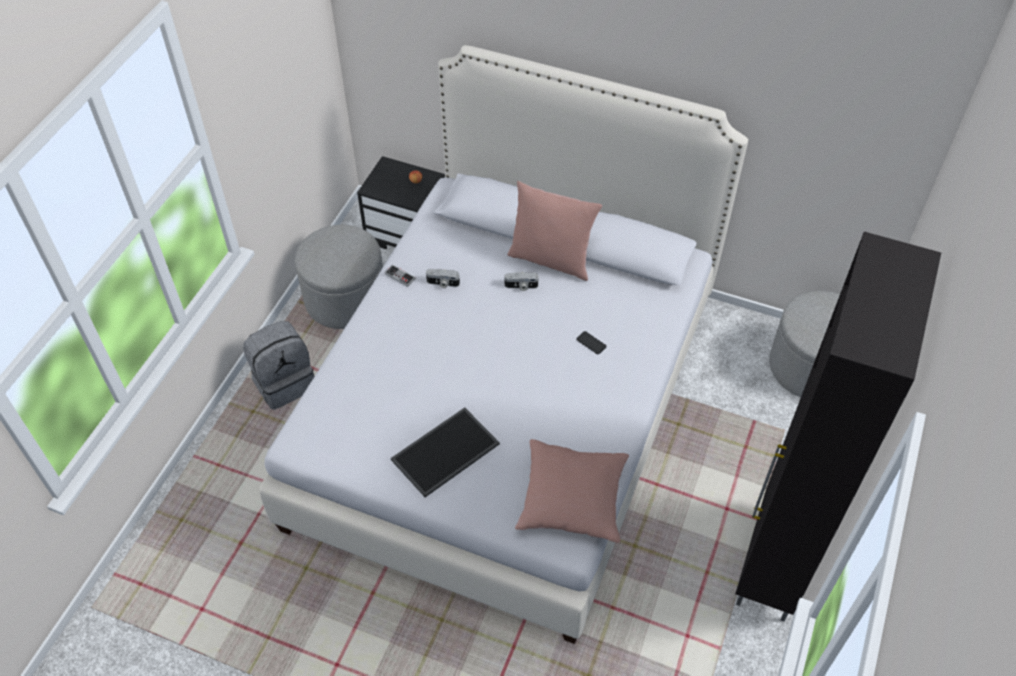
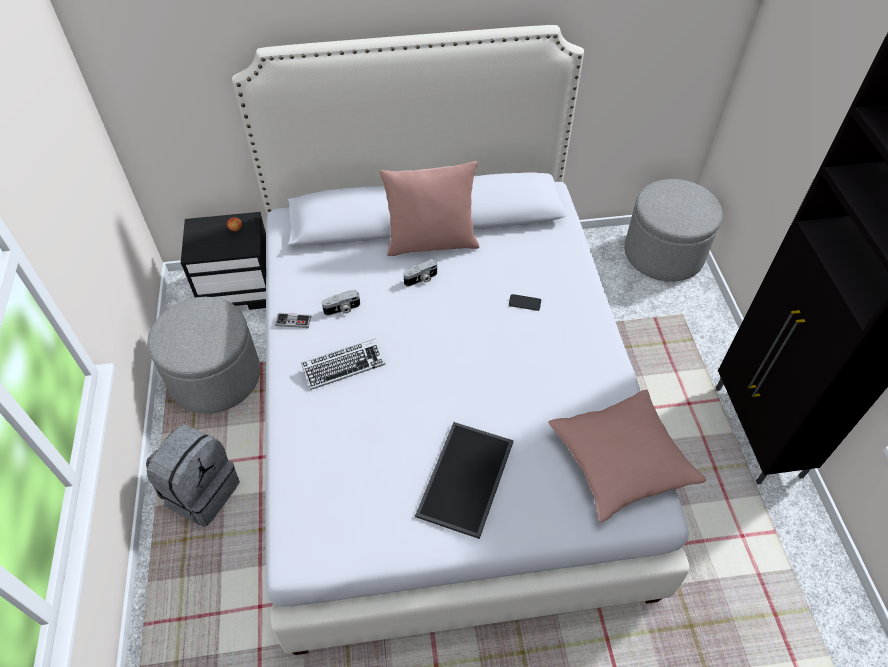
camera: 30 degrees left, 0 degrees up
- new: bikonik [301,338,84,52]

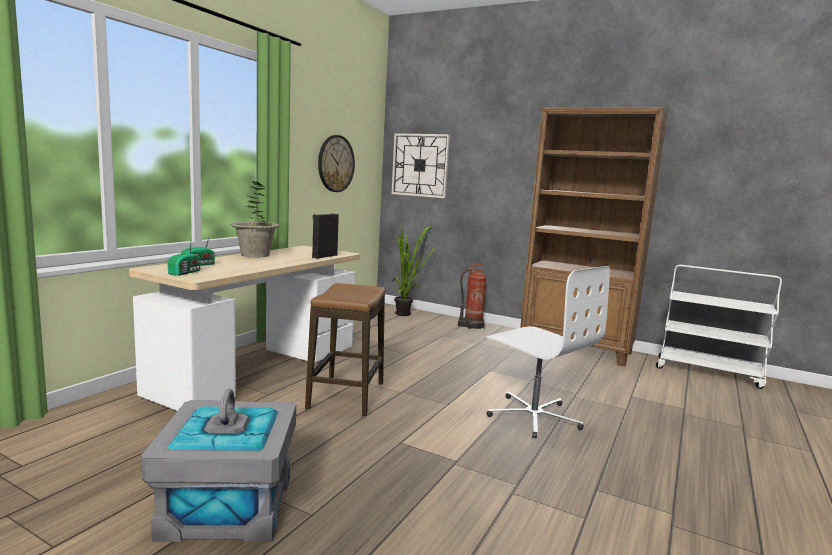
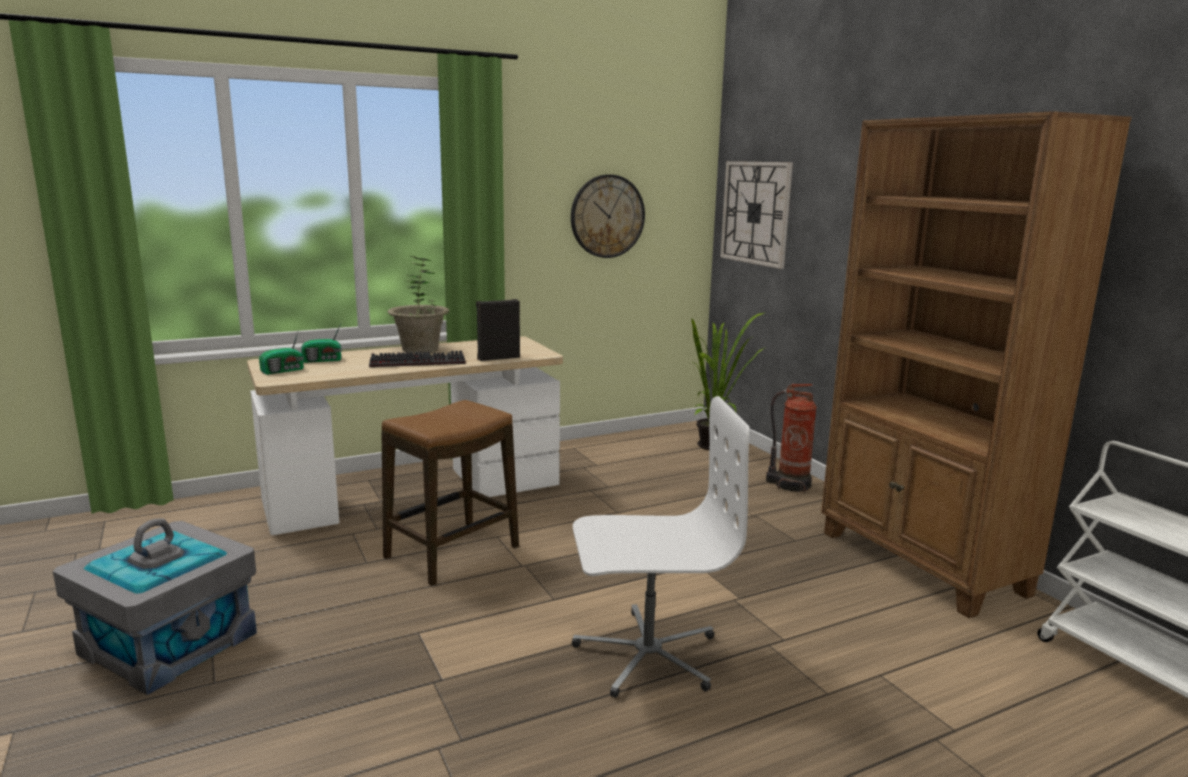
camera: 35 degrees right, 5 degrees up
- rotated: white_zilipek [486,266,124,173] = [572,396,177,302] 90 degrees counterclockwise
- new: bikonik [369,350,96,17]

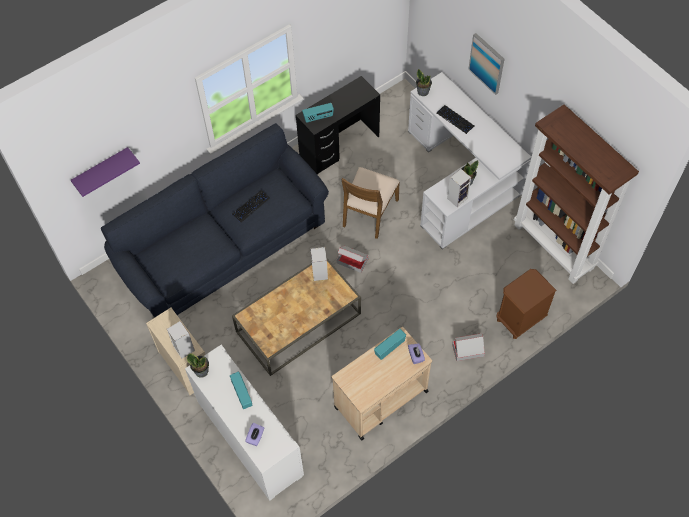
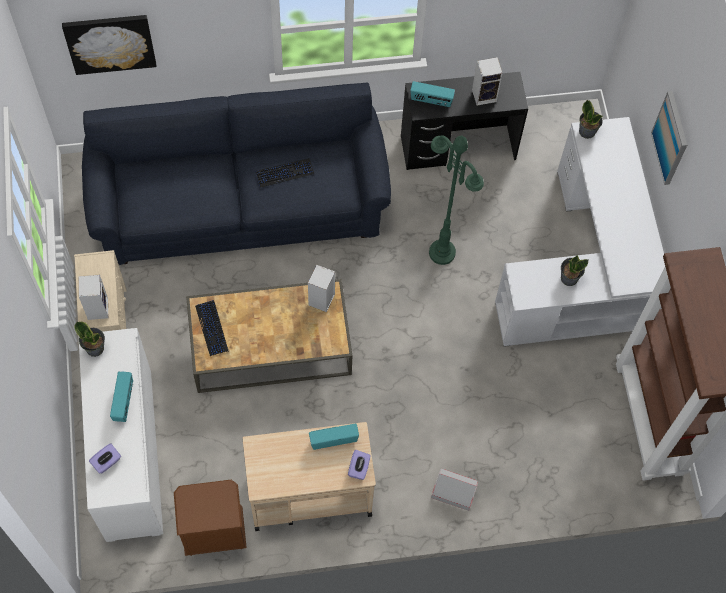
camera: 25 degrees right, 5 degrees up
- swapped: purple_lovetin [71,147,69,50] to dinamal [62,15,95,60]
- gone: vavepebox [337,246,32,27]
- swapped: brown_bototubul [342,167,58,72] to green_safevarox [429,135,55,130]
- shifted: bikonik [437,105,38,29] to [195,300,34,56]
- shifted: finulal [447,169,24,38] to [472,57,31,49]
- shifted: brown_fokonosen [497,269,60,70] to [174,480,73,76]

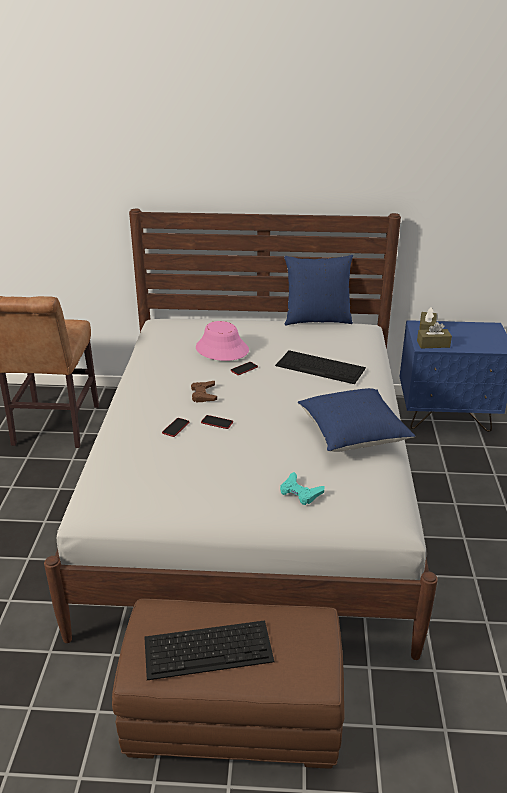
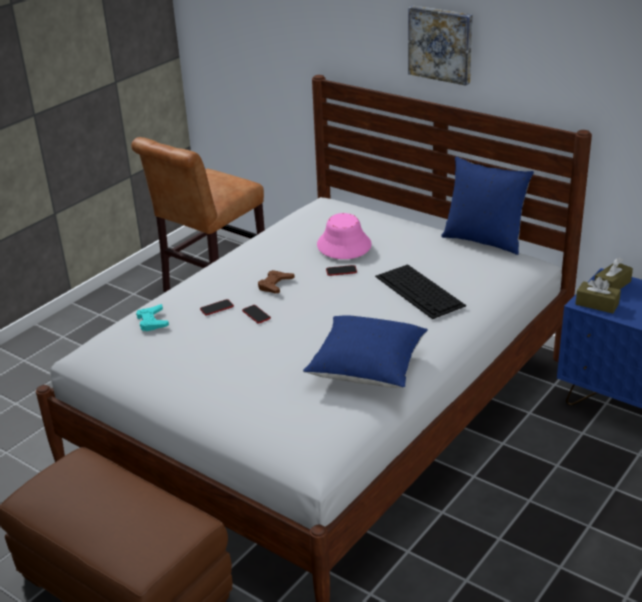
camera: 35 degrees right, 0 degrees up
- gone: bikonik [144,620,130,60]
- shifted: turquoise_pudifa [280,472,44,33] to [136,304,33,27]
- new: dinamal [408,6,65,80]

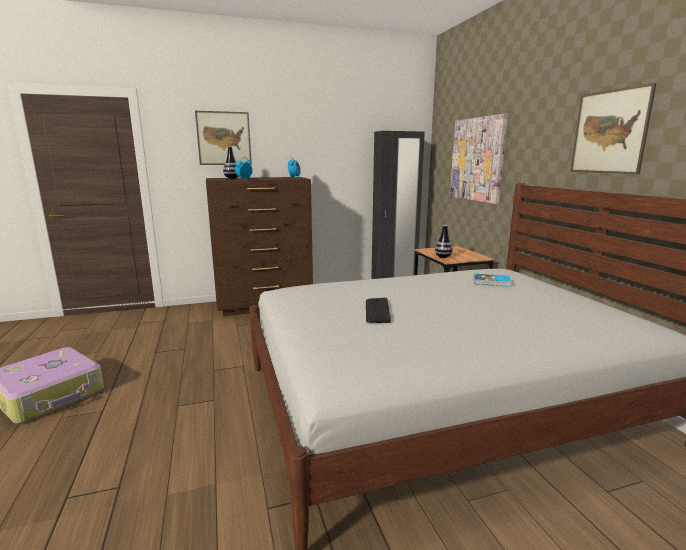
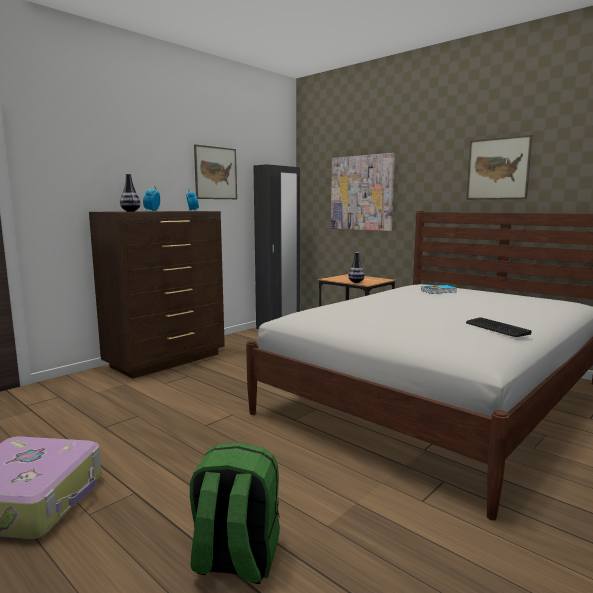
camera: 30 degrees left, 5 degrees down
- shifted: dinamal [195,111,57,54] to [194,144,43,55]
- shifted: bikonik [366,298,25,25] to [466,317,65,20]
- new: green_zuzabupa [190,442,90,142]

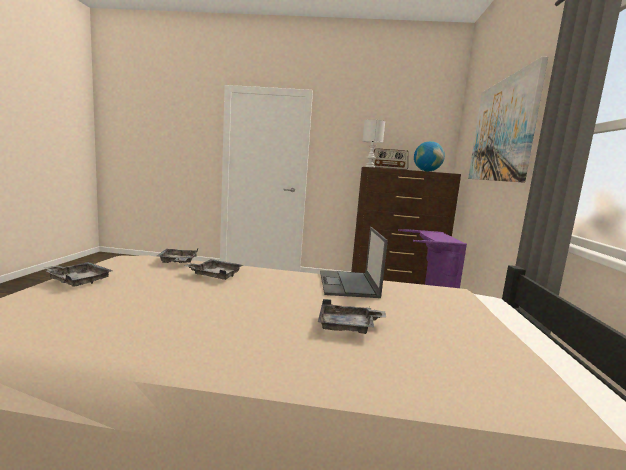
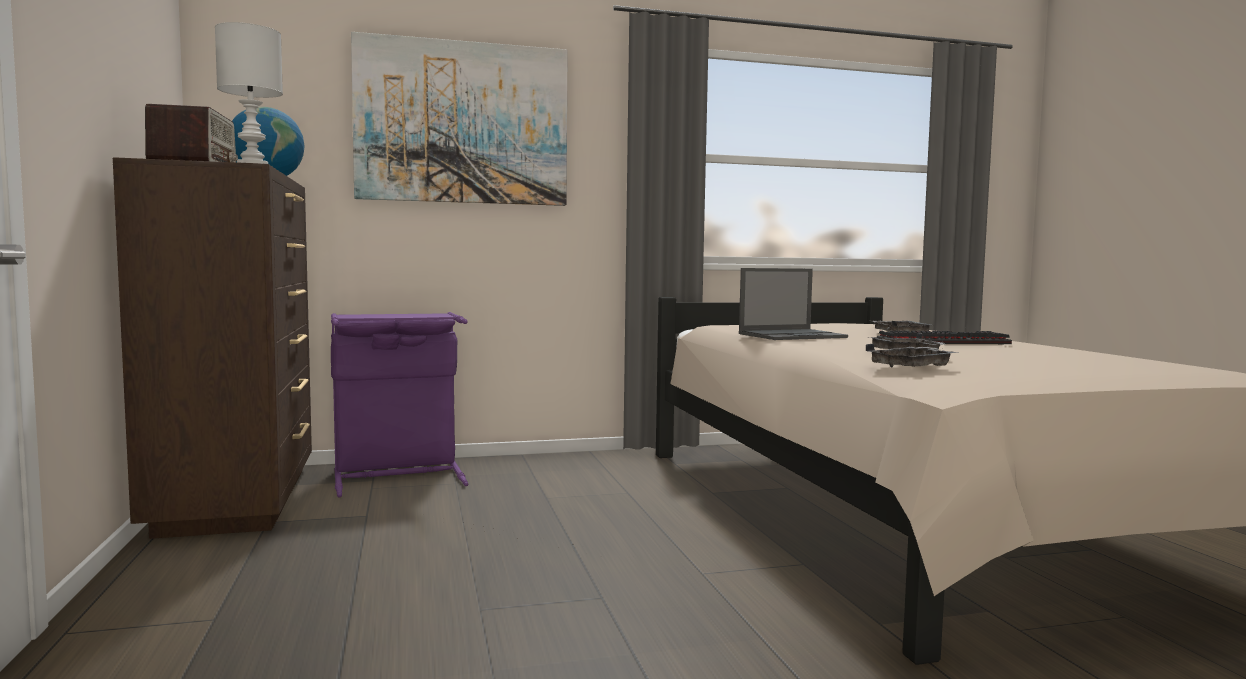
camera: 110 degrees left, 5 degrees down
- gone: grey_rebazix [45,262,67,25]
- new: bikonik [877,331,135,14]

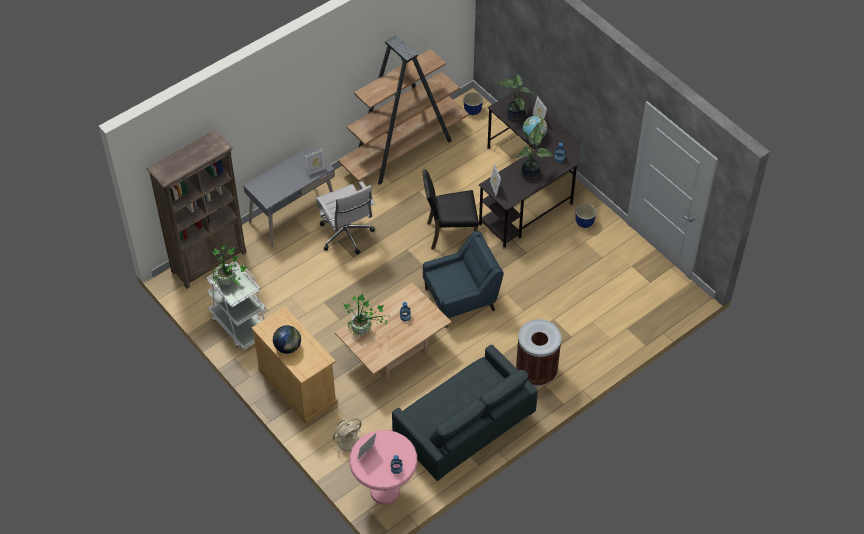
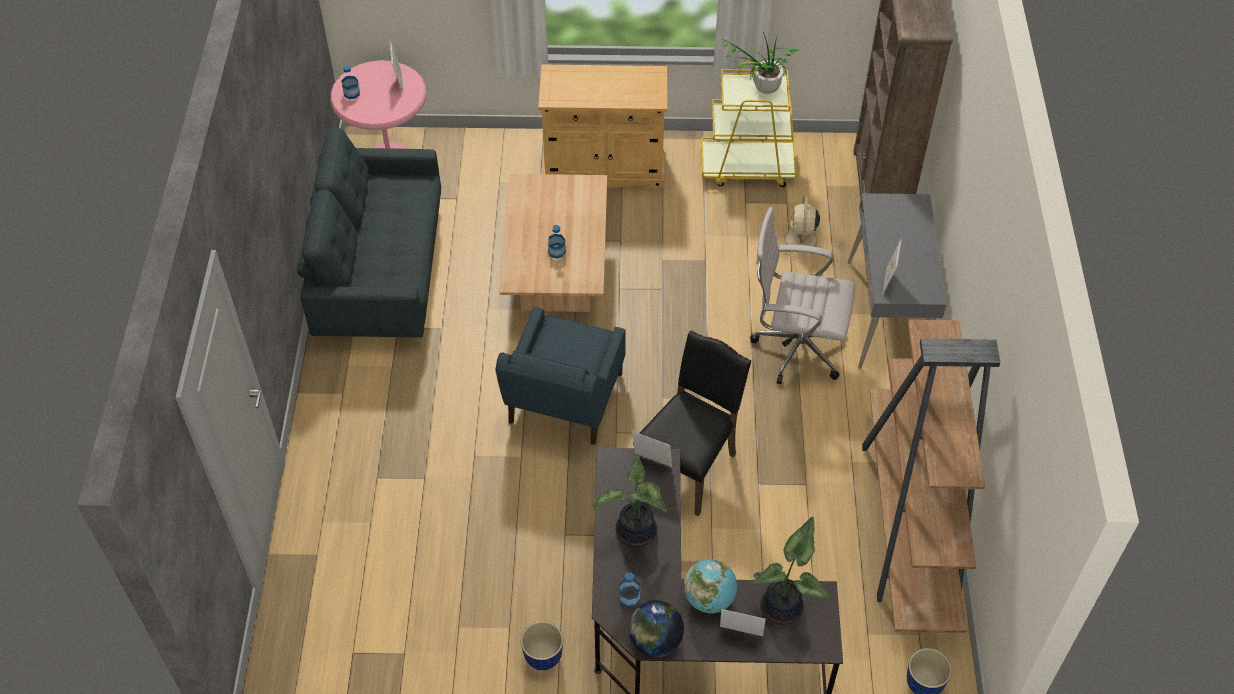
camera: 130 degrees right, 0 degrees up
- repainted: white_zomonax [207,261,58,88] to yellow_zomonax [701,62,96,125]
- shifted: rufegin [273,325,28,29] to [628,600,56,57]
- shifted: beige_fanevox [331,418,32,37] to [778,195,47,63]
- gone: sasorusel [343,293,44,45]
- gone: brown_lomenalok [516,319,46,67]

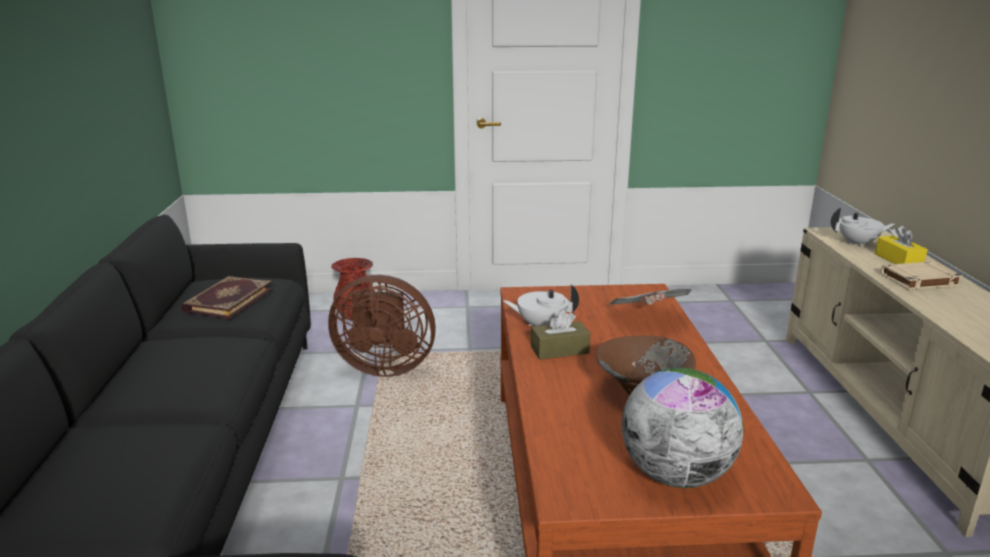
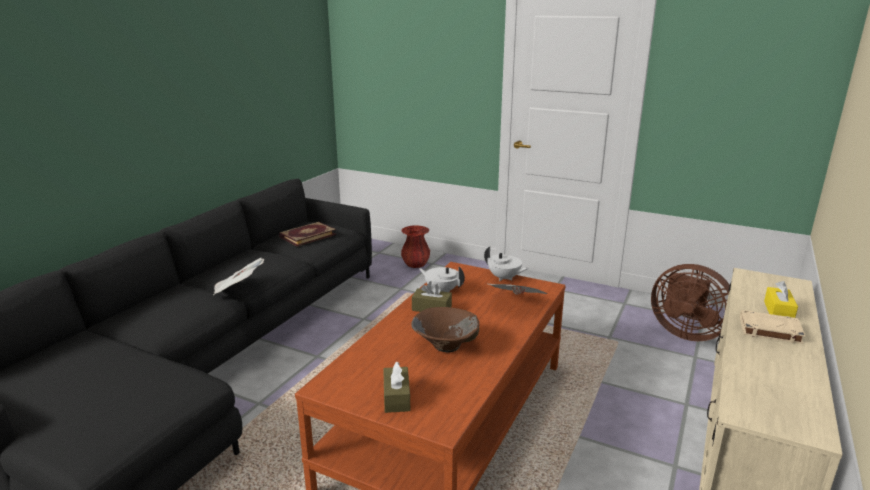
camera: 30 degrees right, 0 degrees up
- shifted: brown_fanevox [328,275,108,102] to [651,264,79,77]
- swapped: rufegin [622,368,121,120] to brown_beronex [383,361,27,52]
- shifted: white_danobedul [831,208,64,39] to [484,247,45,34]
- new: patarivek [213,257,51,38]

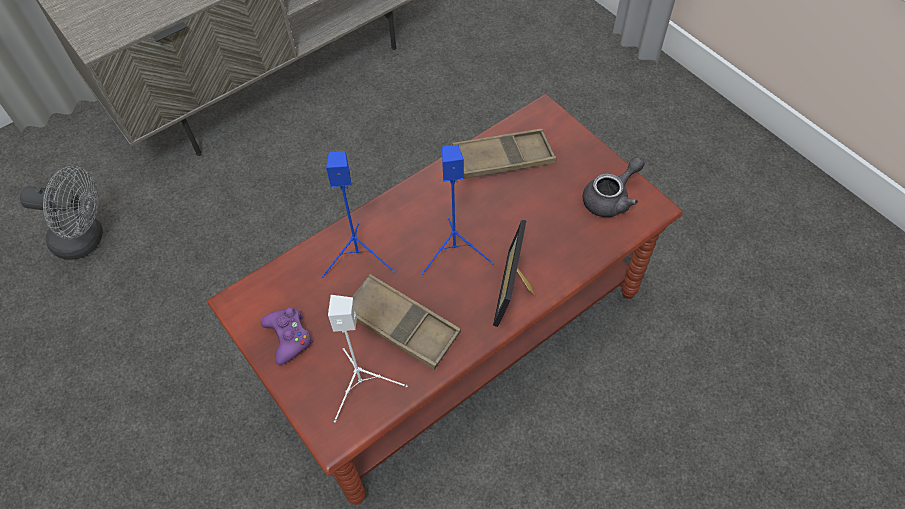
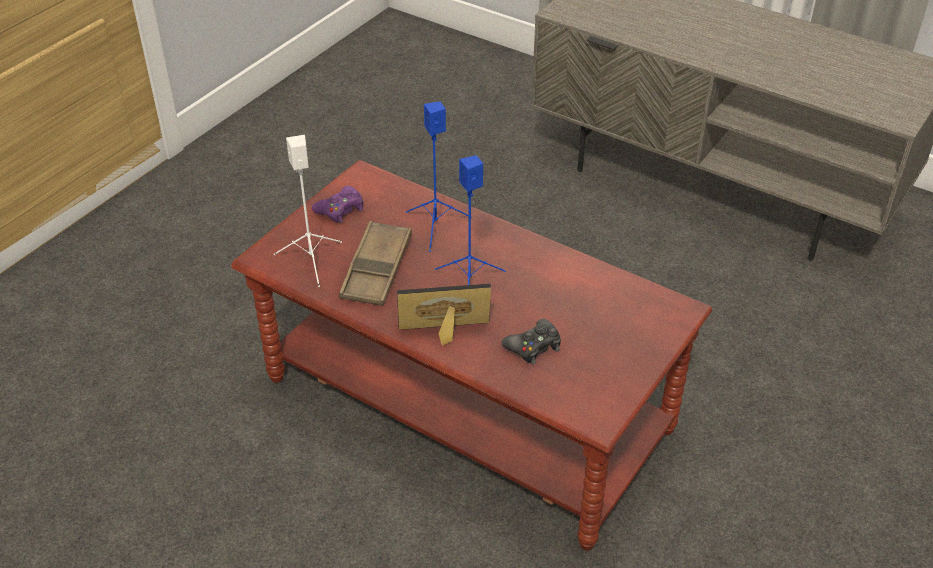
camera: 70 degrees right, 15 degrees down
- gone: grey_fanevox [20,166,83,94]
- gone: brown_rebazix [452,129,104,50]
- gone: grey_danobedul [583,157,62,60]
- new: black_pudifa [501,319,60,45]

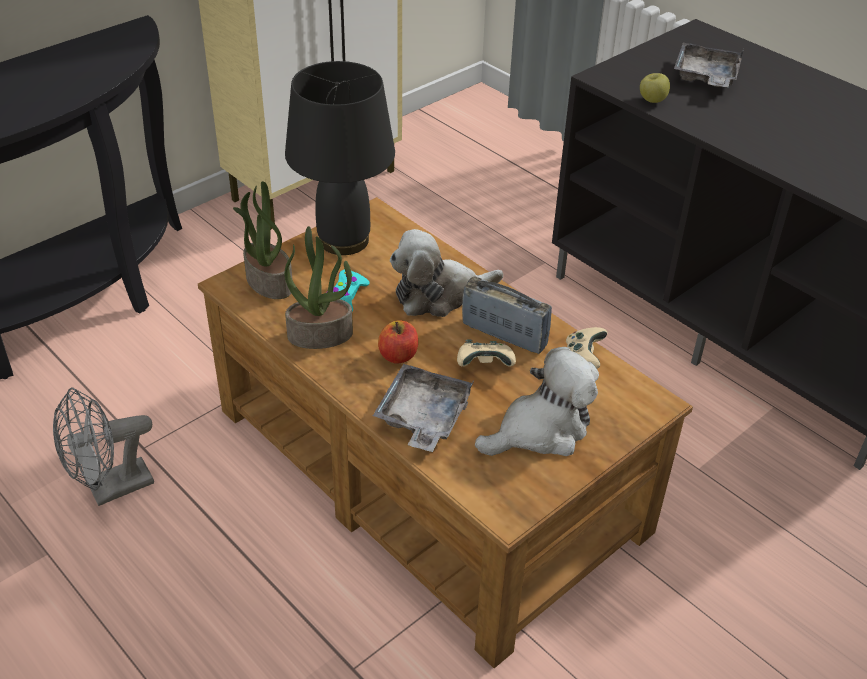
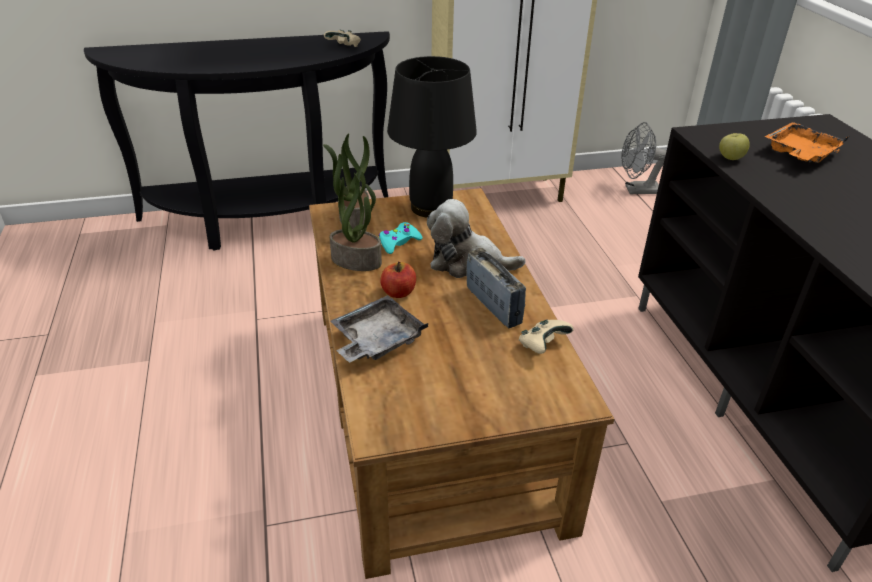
camera: 30 degrees right, 5 degrees down
- shifted: grey_fanevox [53,388,101,118] to [621,122,46,72]
- shifted: beige_pudifa [457,339,59,28] to [324,30,37,17]
- gone: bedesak [475,347,124,109]
- repainted: grey_rebazix [674,42,70,45] to orange_rebazix [765,122,84,41]

